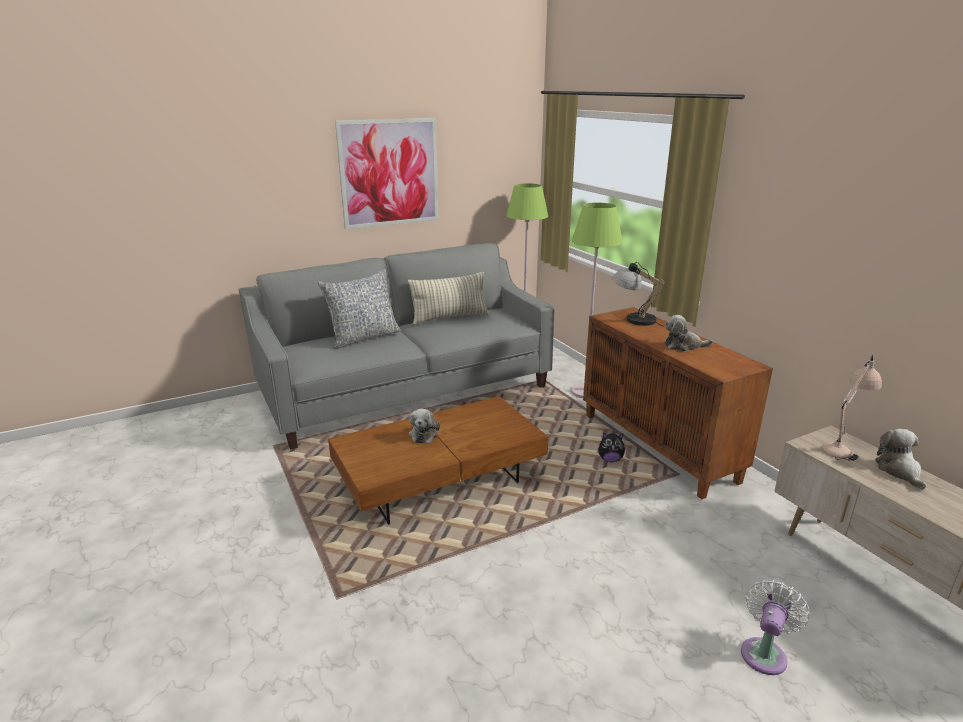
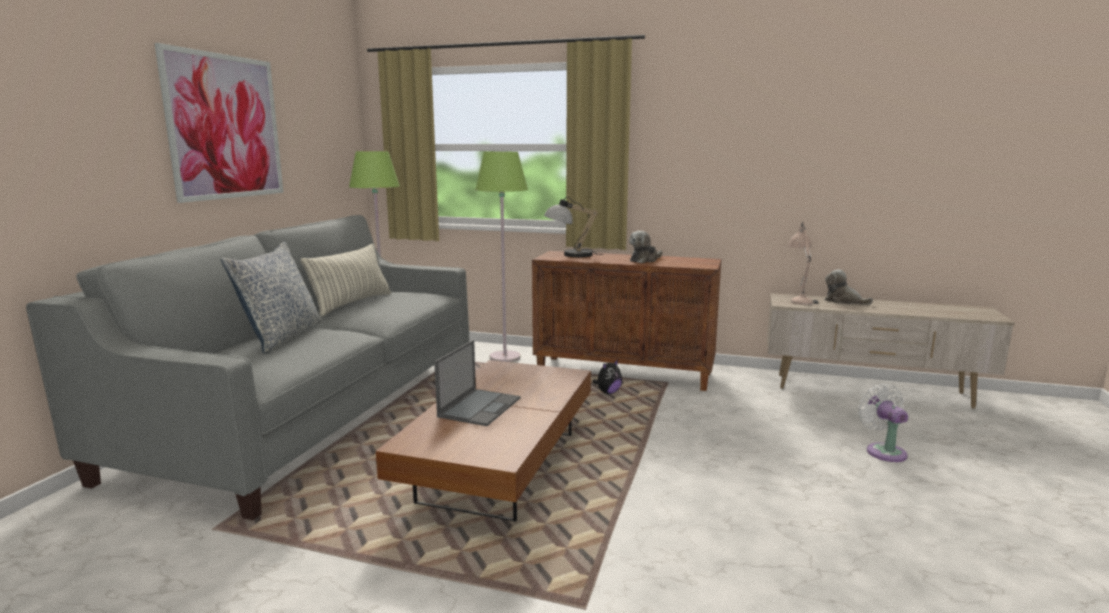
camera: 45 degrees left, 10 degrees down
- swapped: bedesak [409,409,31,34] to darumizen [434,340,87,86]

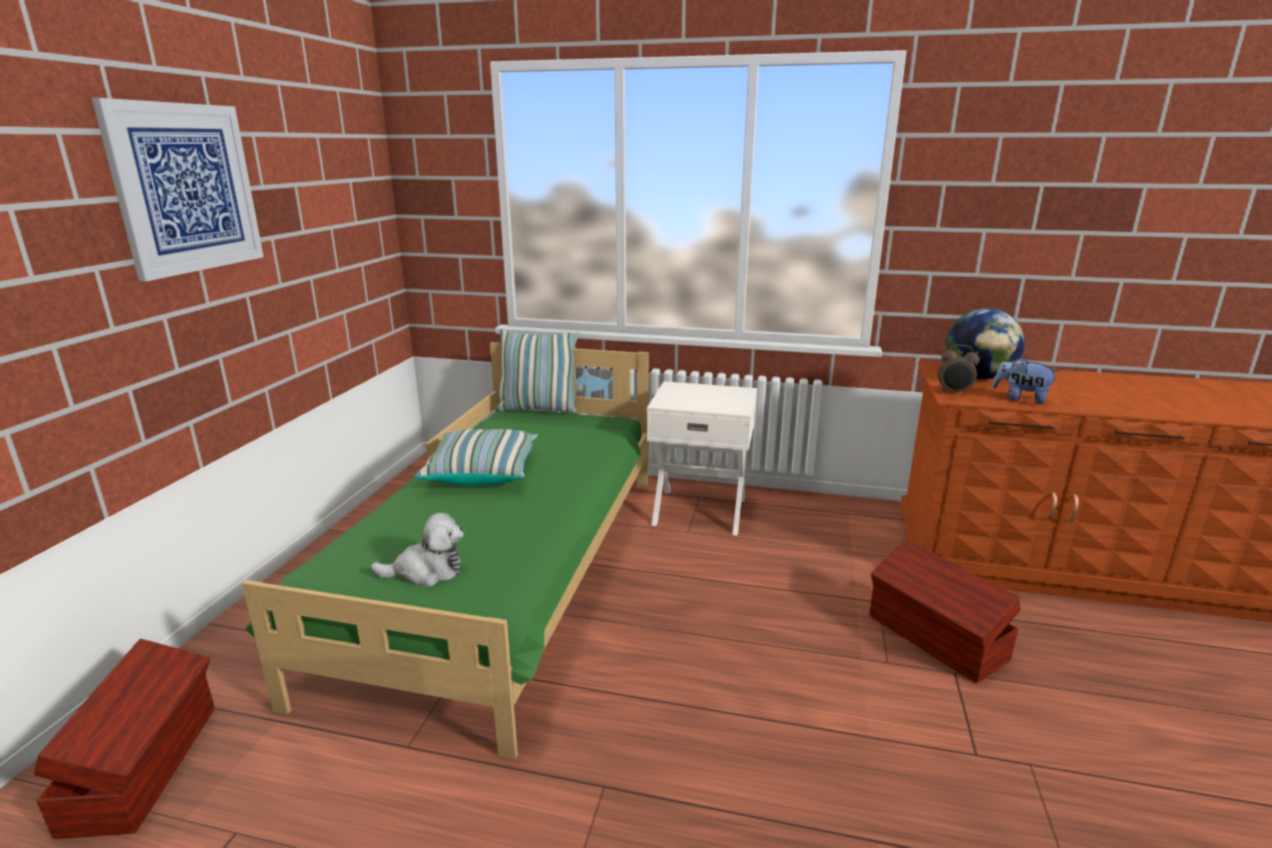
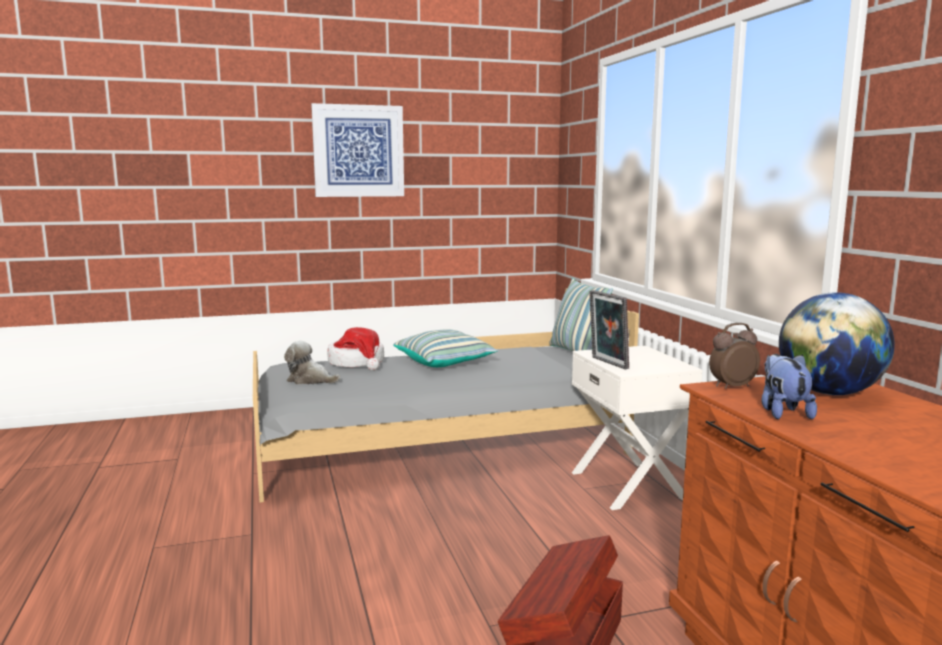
camera: 60 degrees right, 10 degrees down
- gone: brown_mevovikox [34,639,181,200]
- repainted: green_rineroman [242,342,407,417] to grey_rineroman [253,289,386,213]
- rotated: bedesak [371,512,93,75] = [284,341,56,44] 150 degrees clockwise
- rotated: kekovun [937,345,43,50] = [709,323,51,66] 90 degrees clockwise
- new: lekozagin [327,327,57,44]
- new: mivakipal [589,290,40,79]

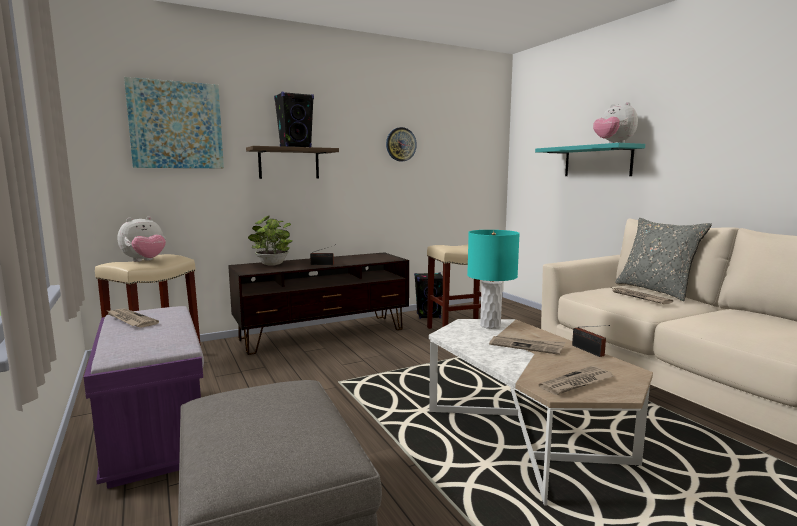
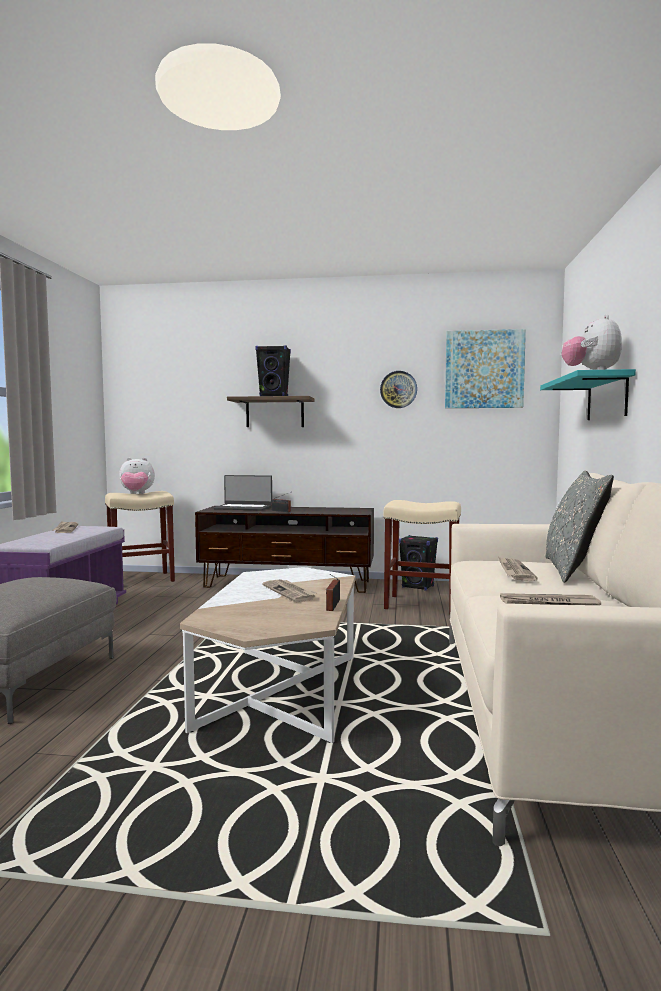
camera: 35 degrees right, 5 degrees down
- shifted: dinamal [124,77,100,91] to [445,329,81,79]
- swapped: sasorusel [248,216,45,50] to darumizen [213,475,59,36]
- gone: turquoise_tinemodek [467,230,53,99]
- shifted: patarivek [539,366,74,29] to [500,593,101,12]

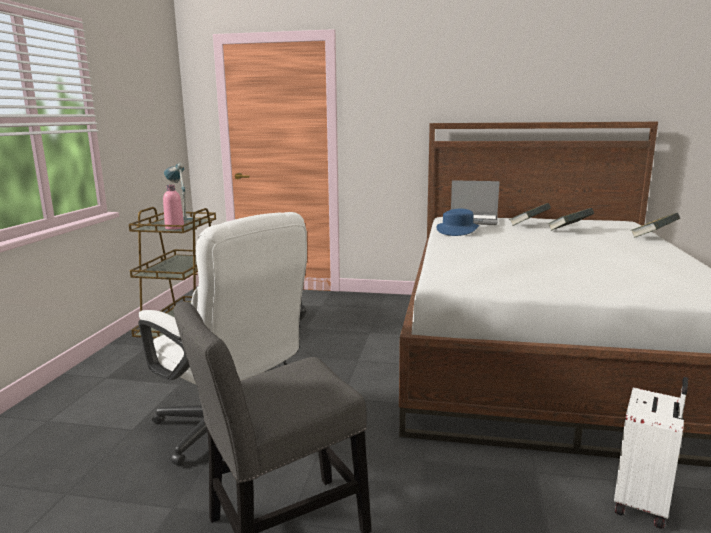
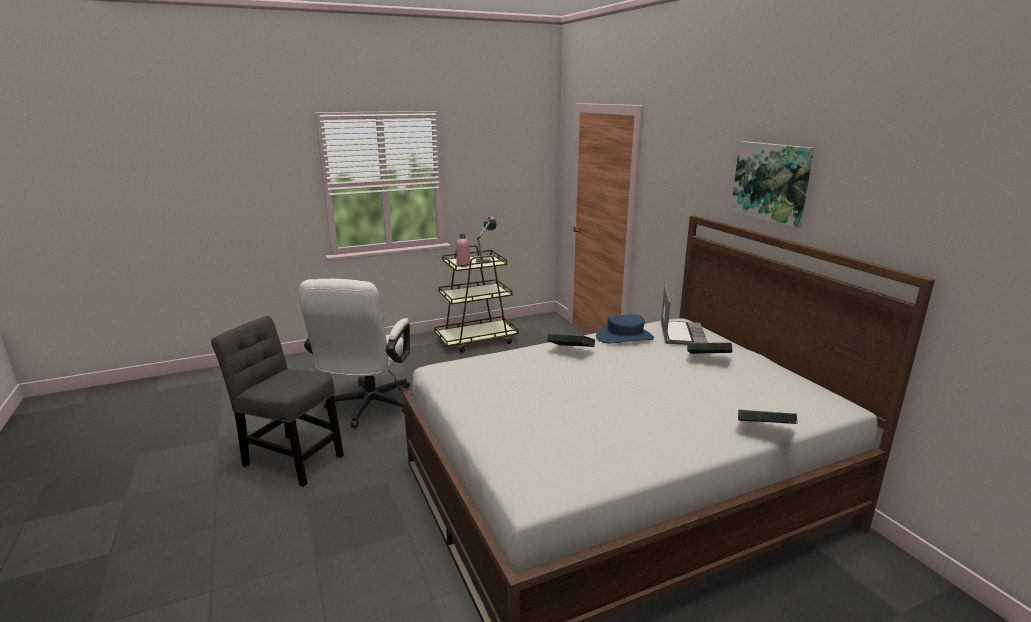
camera: 55 degrees right, 5 degrees up
- rotated: darumizen [451,180,48,45] = [661,285,47,60] 150 degrees counterclockwise
- shifted: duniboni [548,208,46,23] to [547,333,48,14]
- gone: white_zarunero [614,377,74,152]
- new: dinamal [731,141,83,87]

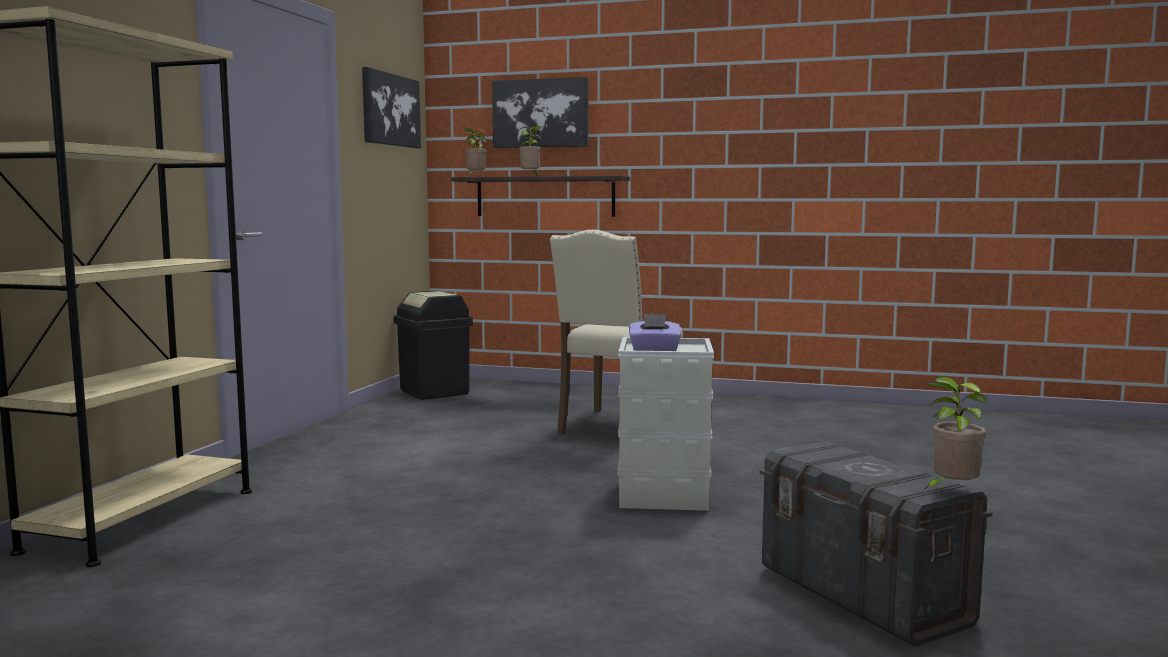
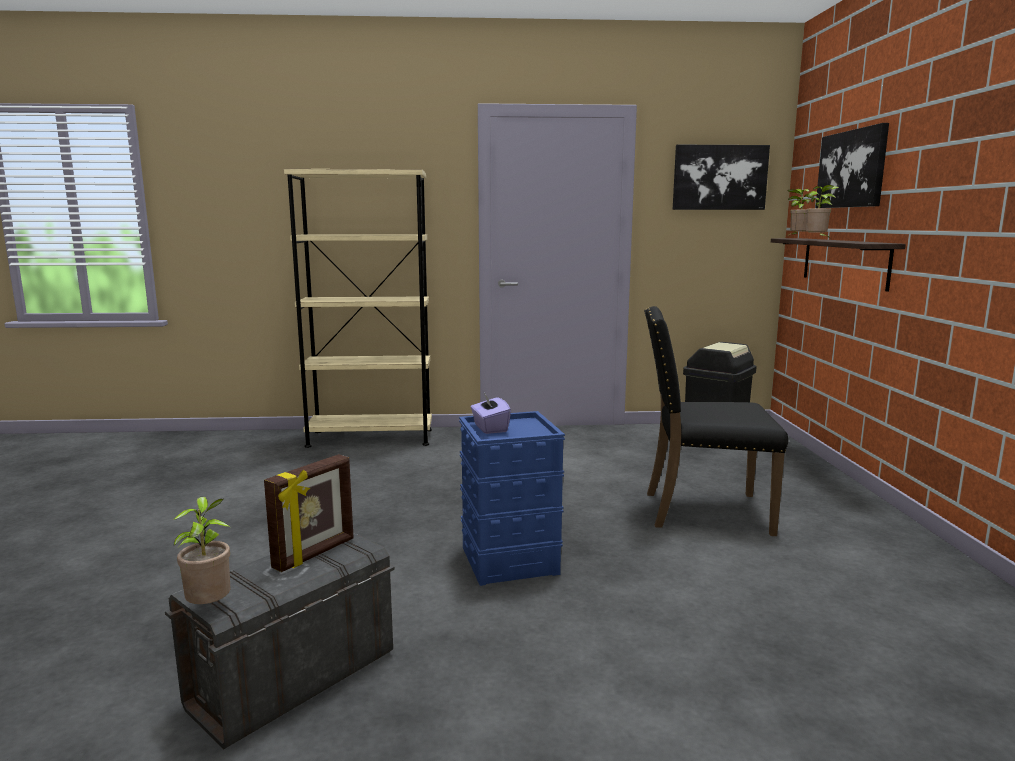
camera: 70 degrees right, 5 degrees up
- repainted: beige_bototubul [550,230,133,205] to black_bototubul [644,306,144,230]
- repainted: grey_mevovikox [618,337,96,174] to blue_mevovikox [459,411,106,175]
- new: mivakipal [264,454,90,118]

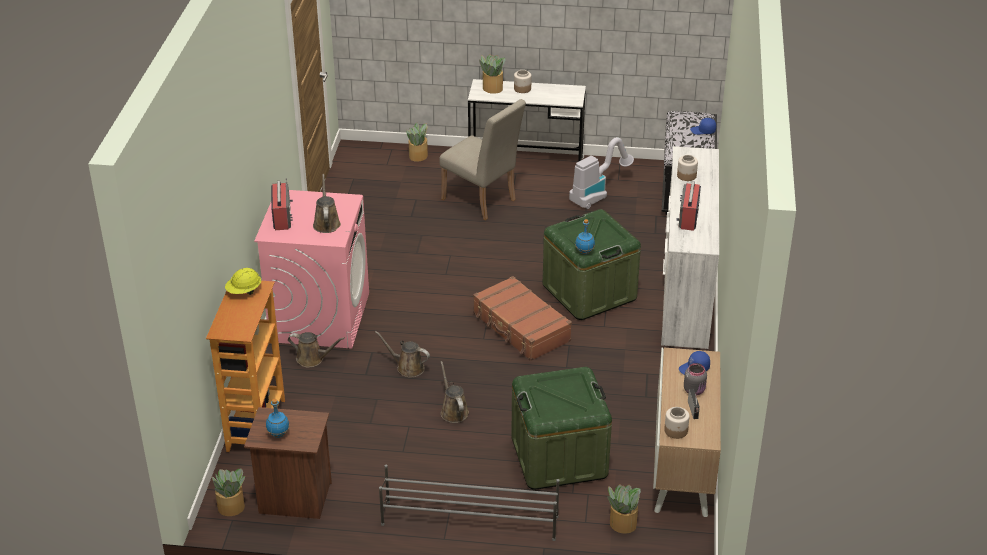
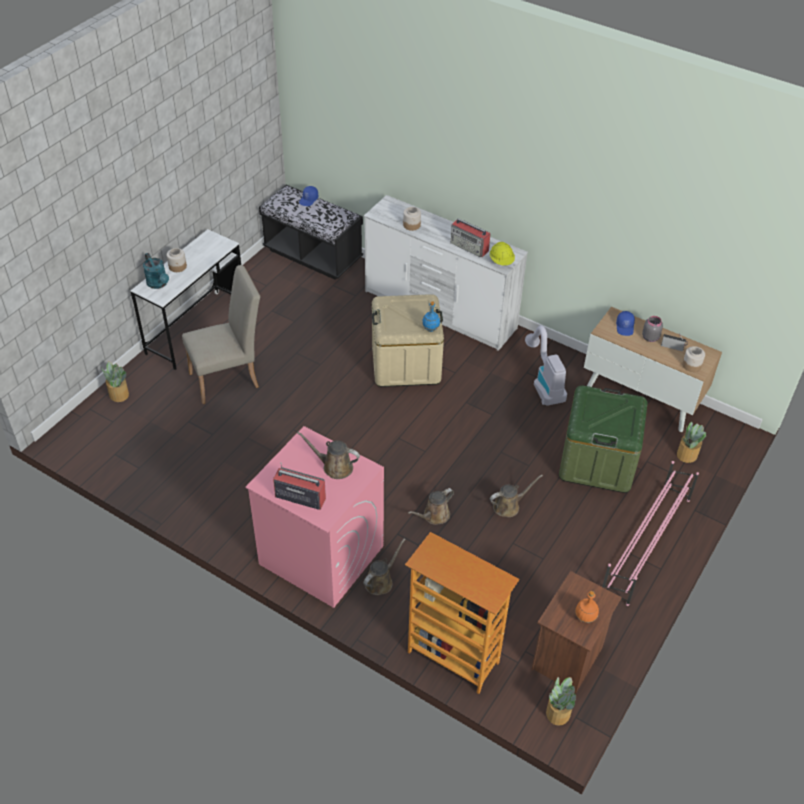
camera: 65 degrees left, 10 degrees up
- shifted: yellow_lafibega [225,268,36,27] to [490,242,25,24]
- repainted: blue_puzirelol [266,399,23,39] to orange_puzirelol [575,591,24,32]
- repainted: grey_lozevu [379,464,181,77] to pink_lozevu [602,461,97,145]
- rotated: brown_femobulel [441,361,28,62] = [490,475,53,42] 150 degrees clockwise
- gone: brown_zarunero [473,276,99,85]
- swapped: sasorusel [479,54,26,40] to turquoise_femobulel [143,253,26,36]
- repainted: green_mevovikox [543,209,98,111] to beige_mevovikox [372,294,72,93]
- shifted: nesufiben [569,137,65,72] to [525,325,42,81]

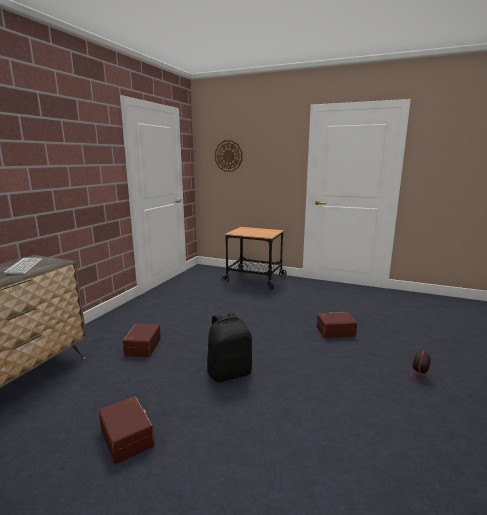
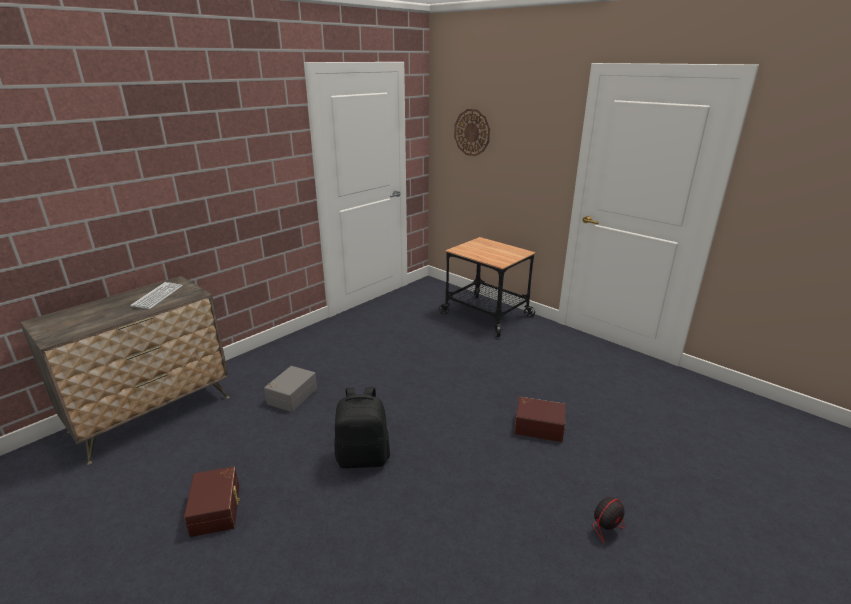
camera: 20 degrees right, 10 degrees up
- repainted: brown_mevovikox [122,323,39,34] to grey_mevovikox [264,366,53,46]

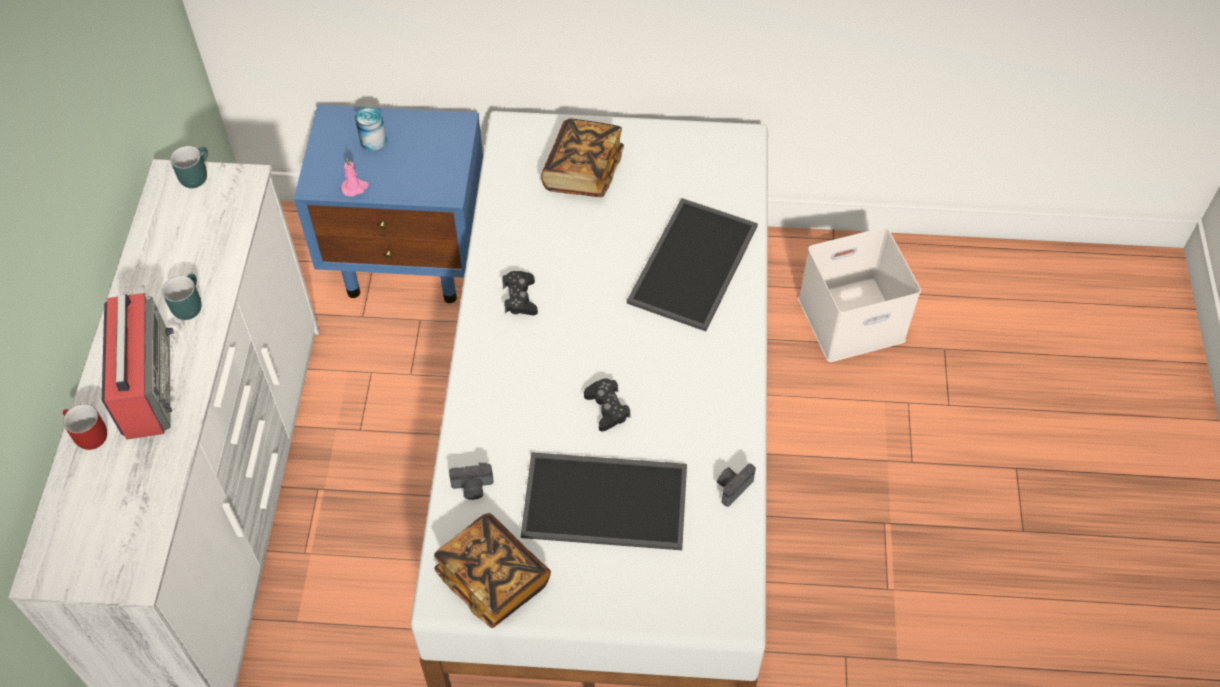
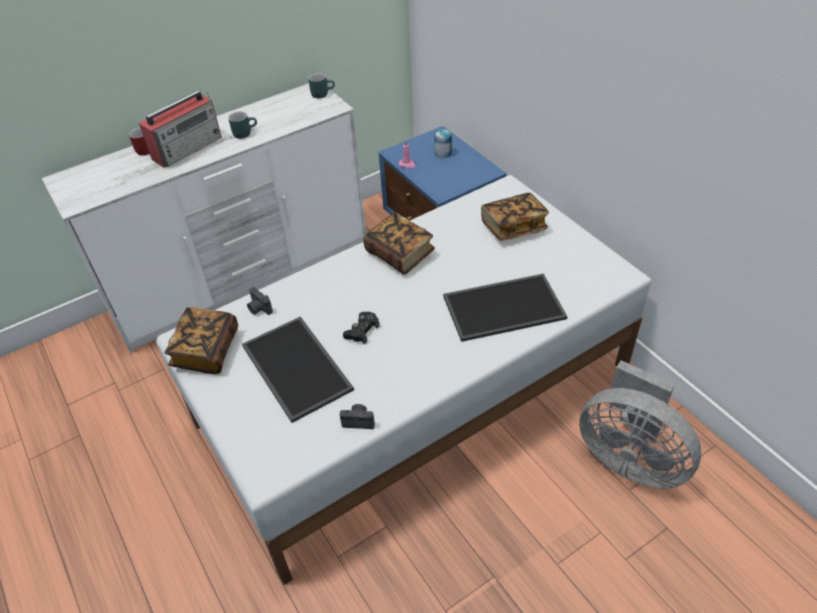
camera: 55 degrees right, 10 degrees down
- swapped: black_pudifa [502,271,36,44] to duniboni [363,212,72,63]
- swapped: white_mevovikox [798,227,123,135] to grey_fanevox [579,360,122,128]

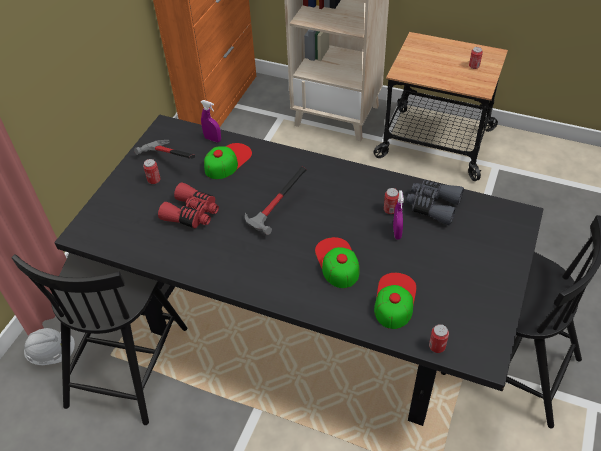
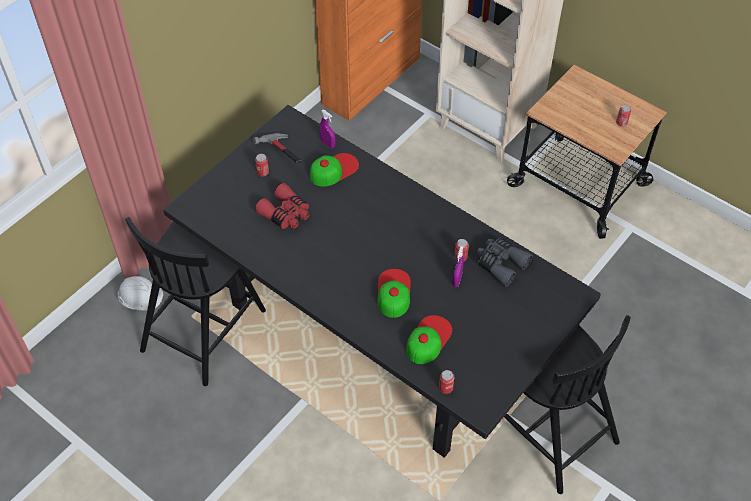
camera: 15 degrees right, 5 degrees up
- gone: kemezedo [245,166,62,69]

